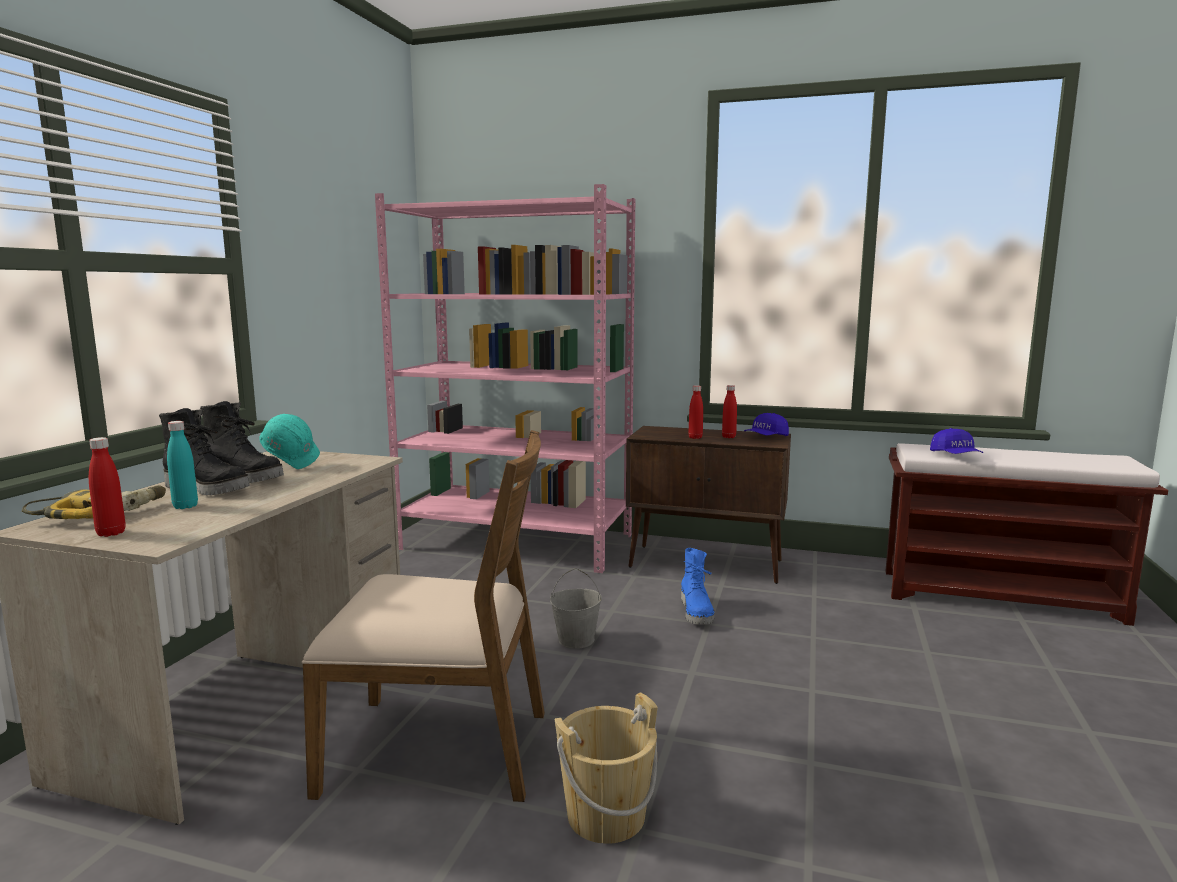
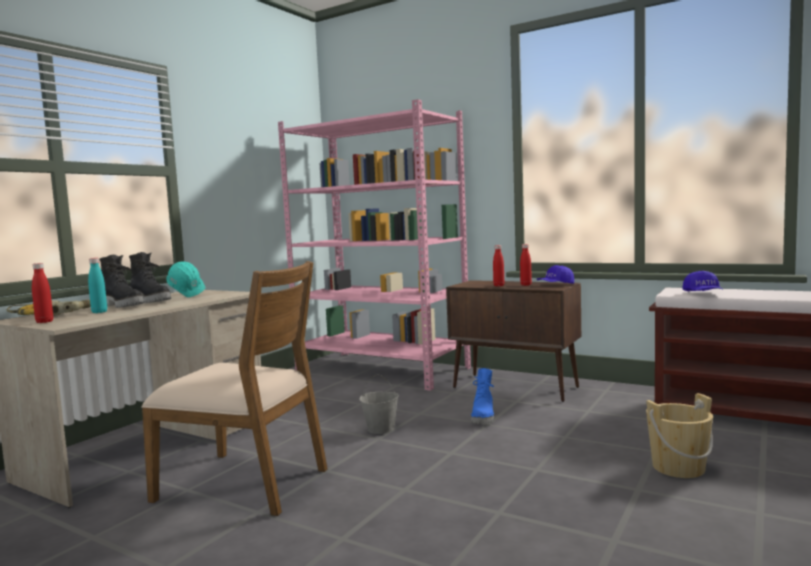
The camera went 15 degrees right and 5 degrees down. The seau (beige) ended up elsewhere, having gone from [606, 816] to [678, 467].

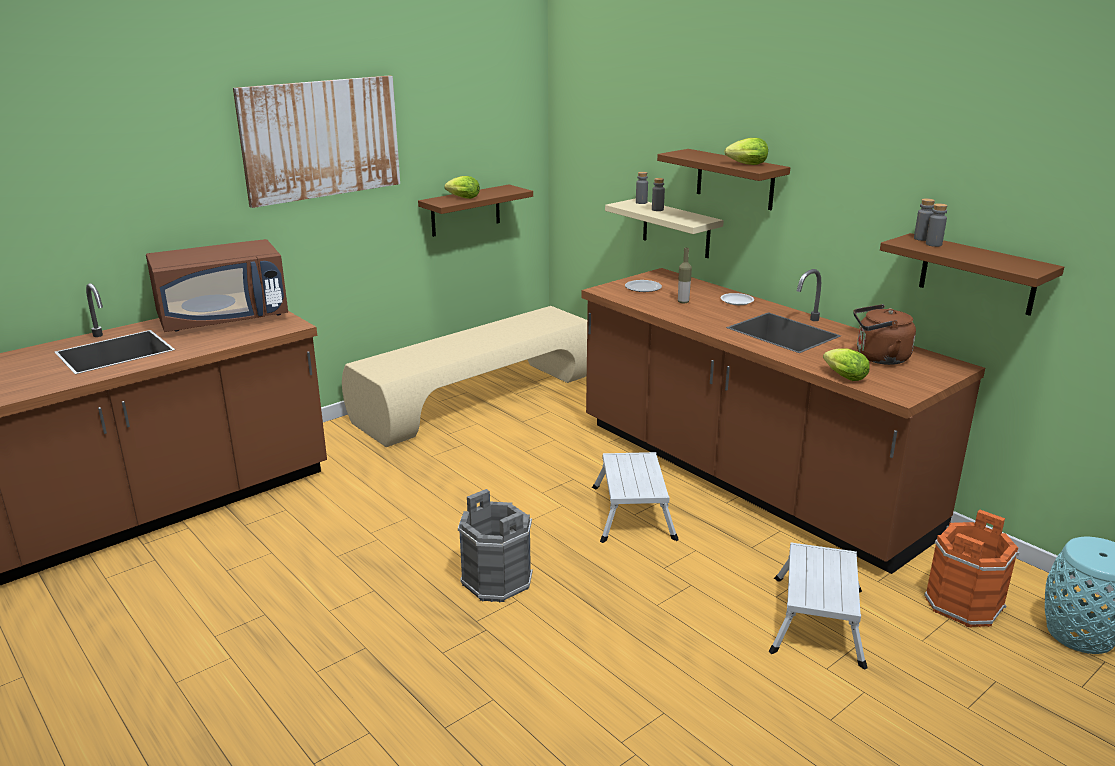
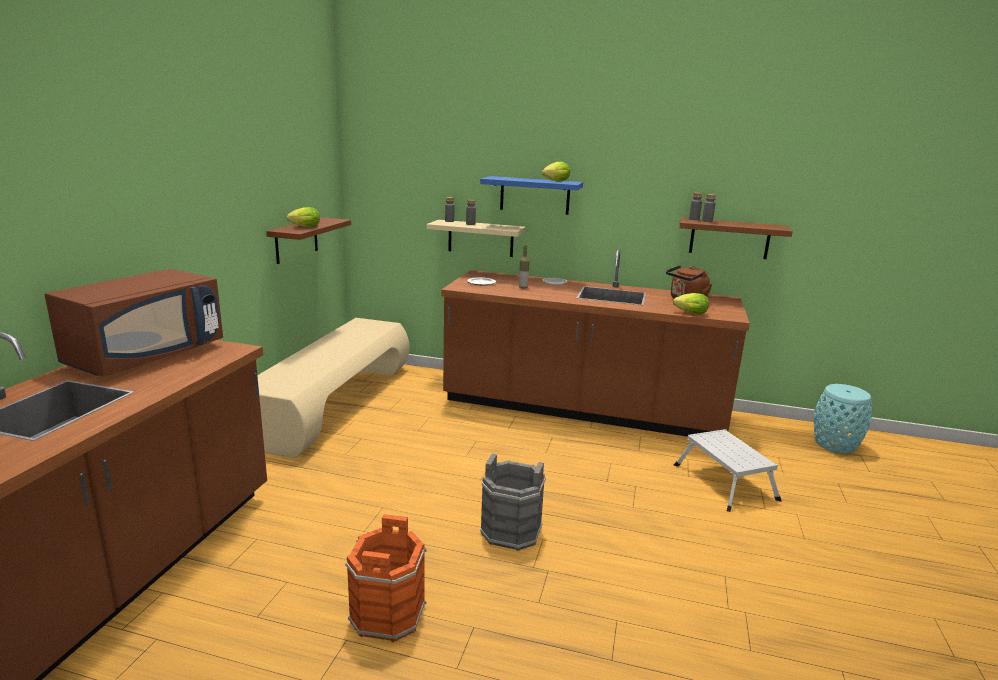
The camera went 35 degrees left and 5 degrees down. The second view lost the tableau at [321, 139]. The second view lost the escabeau (blanc) at [633, 513]. The seau (orange) ended up elsewhere, having gone from [962, 604] to [387, 614]. What was the étagère (marron) at [735, 179] turned into the étagère (bleu) at [534, 195].

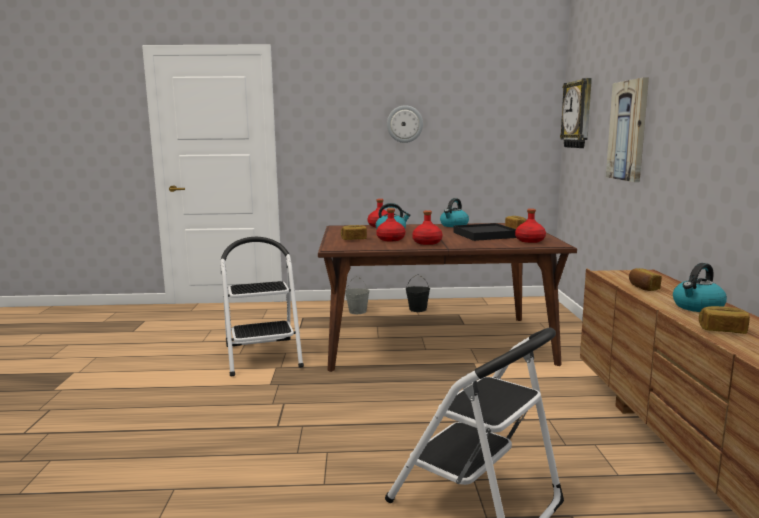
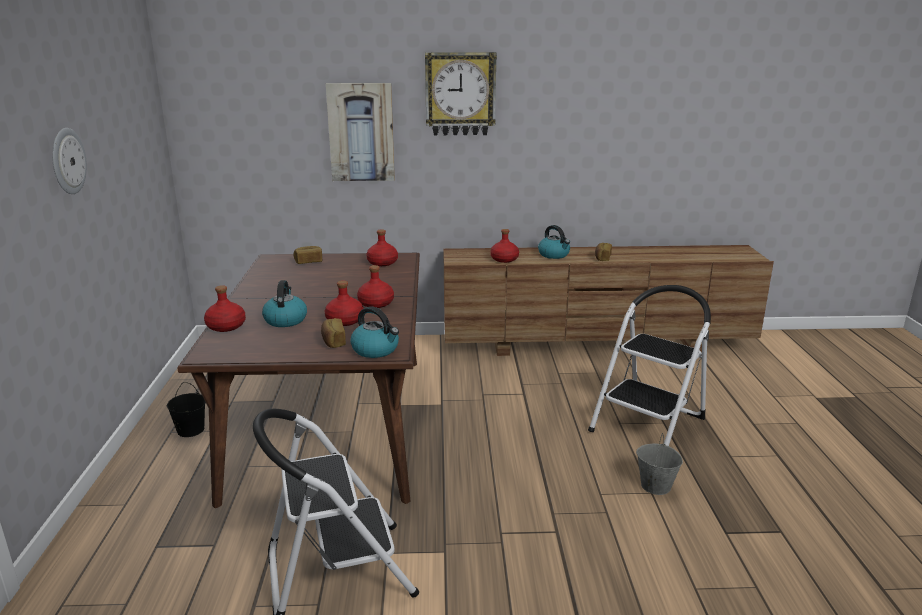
The camera went 90 degrees left and 10 degrees up. The second view lost the plateau (noir) at [484, 235]. The seau (gris) ended up elsewhere, having gone from [357, 311] to [655, 486]. The bouilloire ended up elsewhere, having gone from [454, 225] to [376, 350]. The horloge murale ended up elsewhere, having gone from [578, 114] to [460, 94]. Where the pain stood at [642, 287], the bouteille (rouge) came to stand at [504, 259].

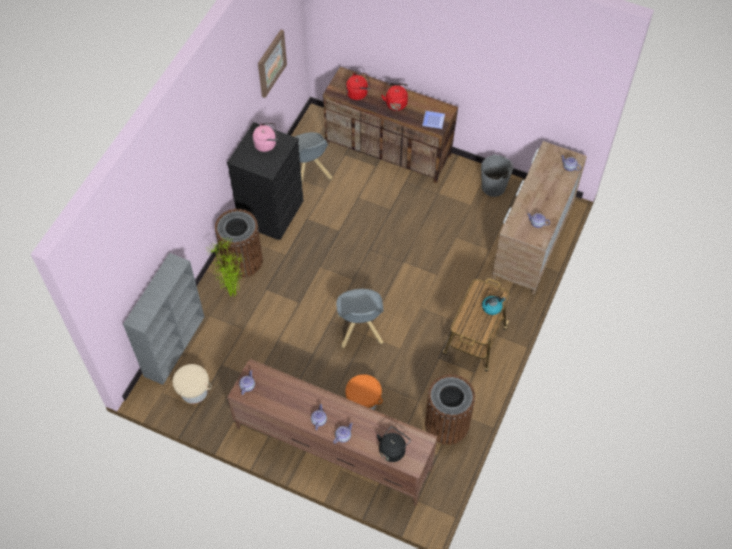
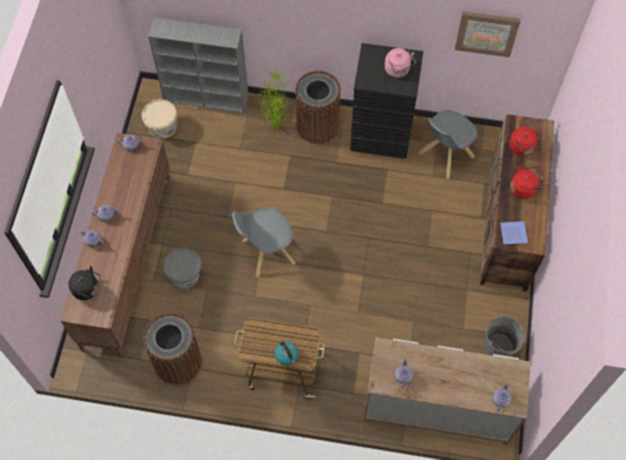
The camera went 75 degrees right and 5 degrees up. What was the seau (orange) at [363, 401] turned into the seau (gris) at [185, 276].

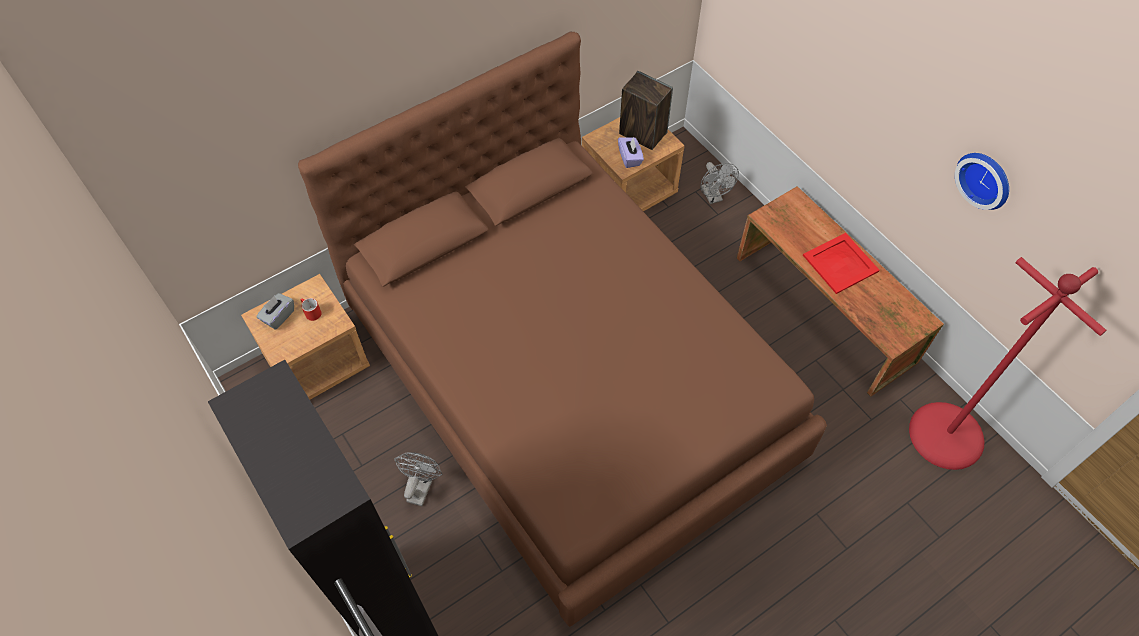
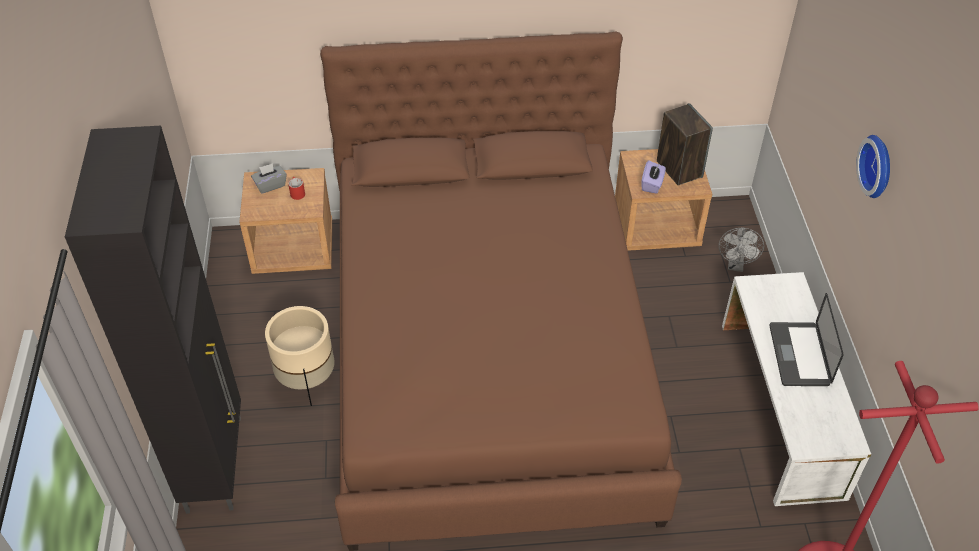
The camera went 30 degrees right and 10 degrees down. The horloge murale ended up elsewhere, having gone from [985, 178] to [879, 166]. Where the ventilateur (gris) stood at [421, 487], the cache-pot (beige) came to stand at [307, 380]. Where the plateau (rouge) stood at [841, 263], the ordinateur portable came to stand at [799, 355]. What was the banc (marron) at [826, 308] turned into the banc (blanc) at [783, 409].

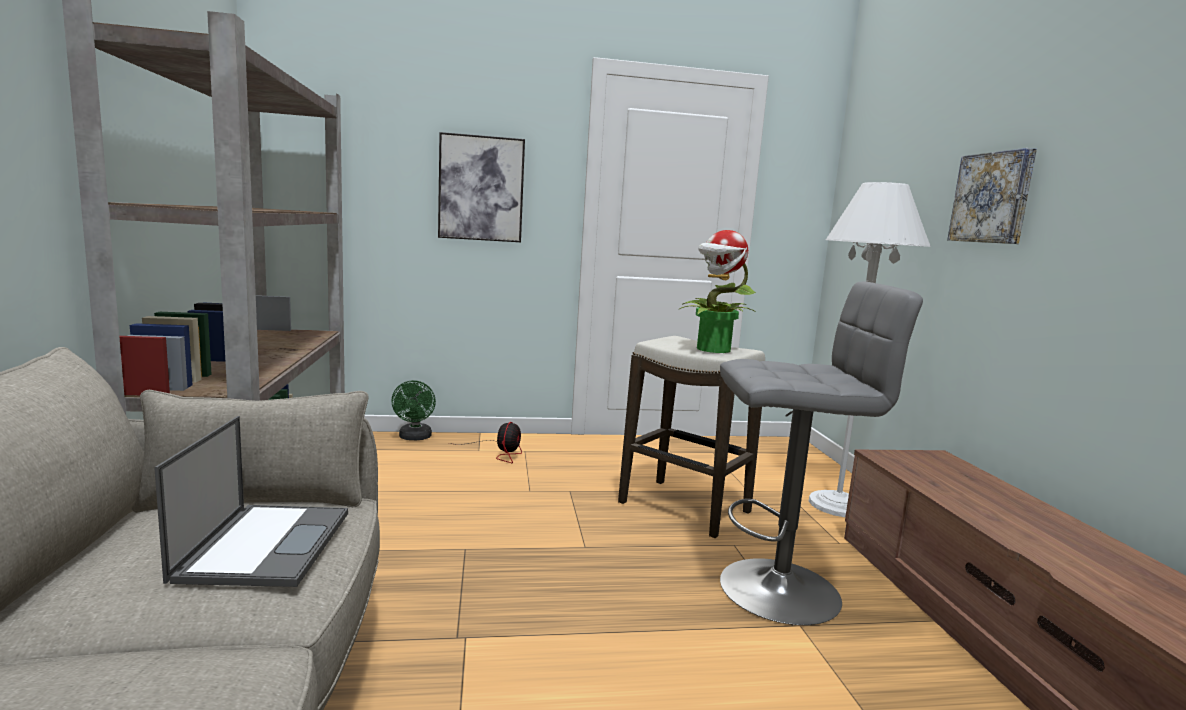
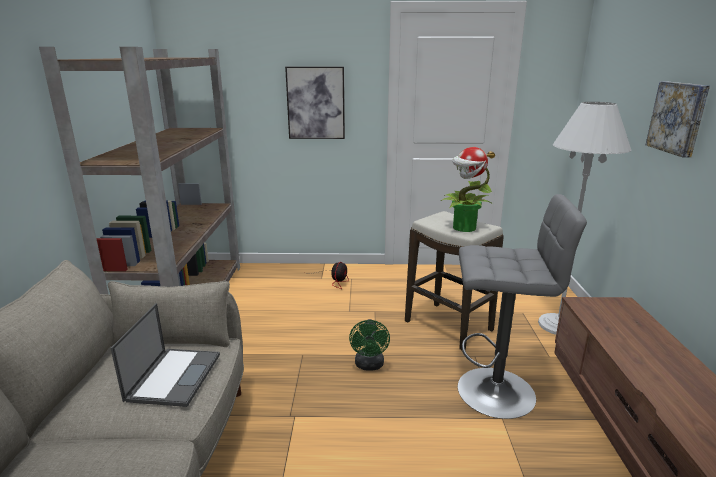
The camera went 10 degrees right and 10 degrees up. The ventilateur (vert) ended up elsewhere, having gone from [414, 438] to [369, 365].

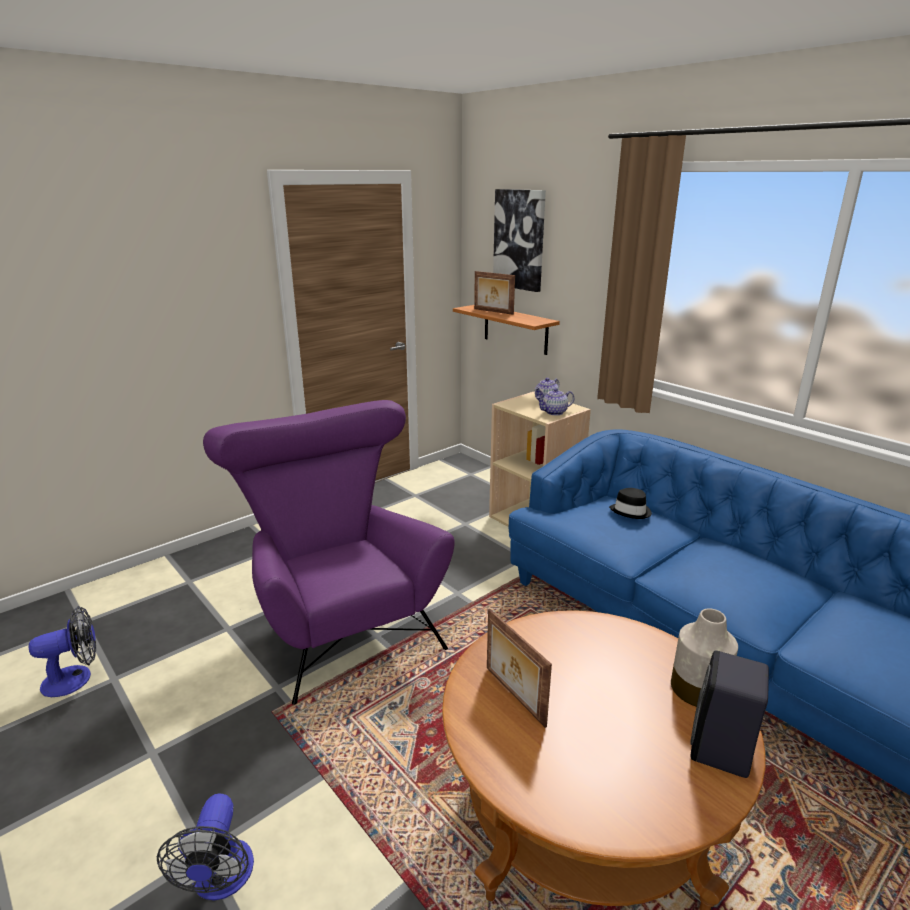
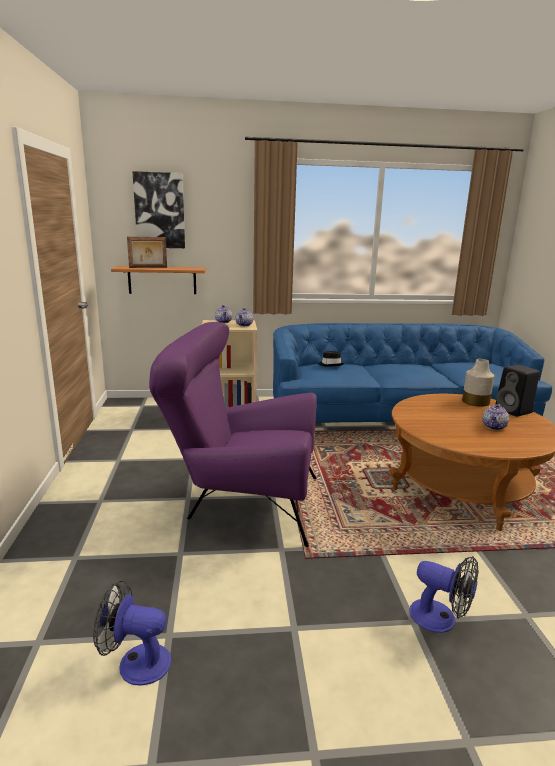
The camera went 55 degrees left and 5 degrees down. The second view lost the cadre photo at [513, 696]. The second view gained the théière at [494, 427]. The ventilateur at [76, 678] ended up facing another way, 90 degrees counterclockwise from before.

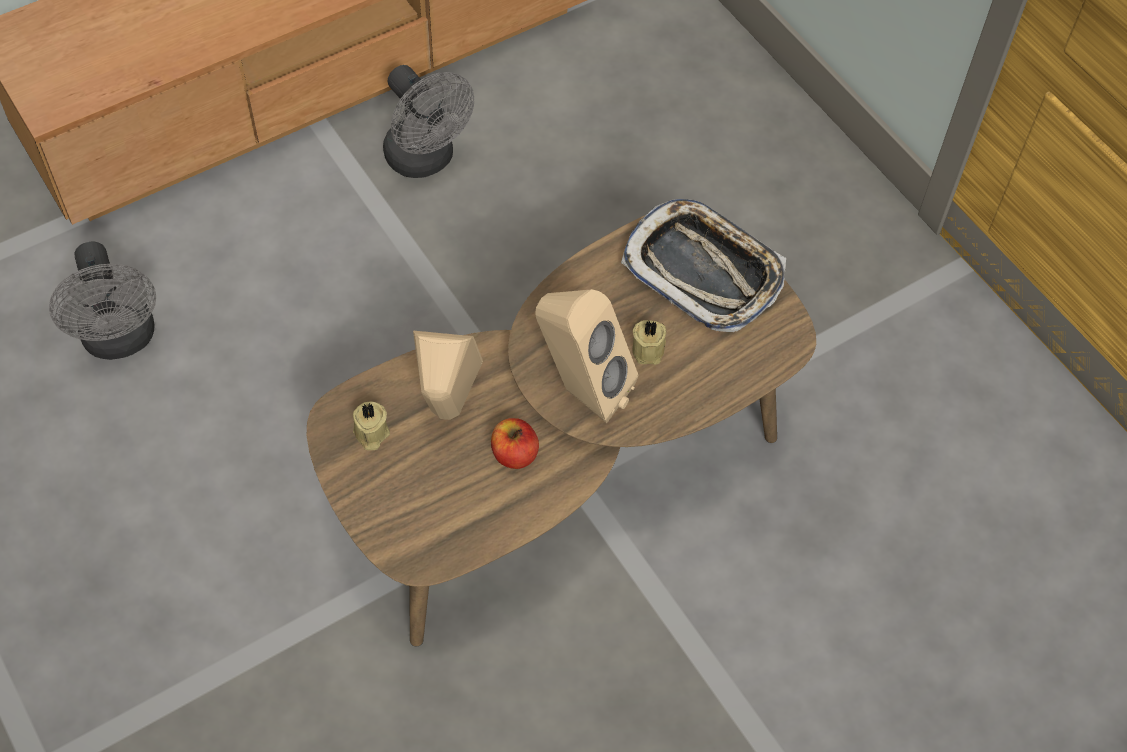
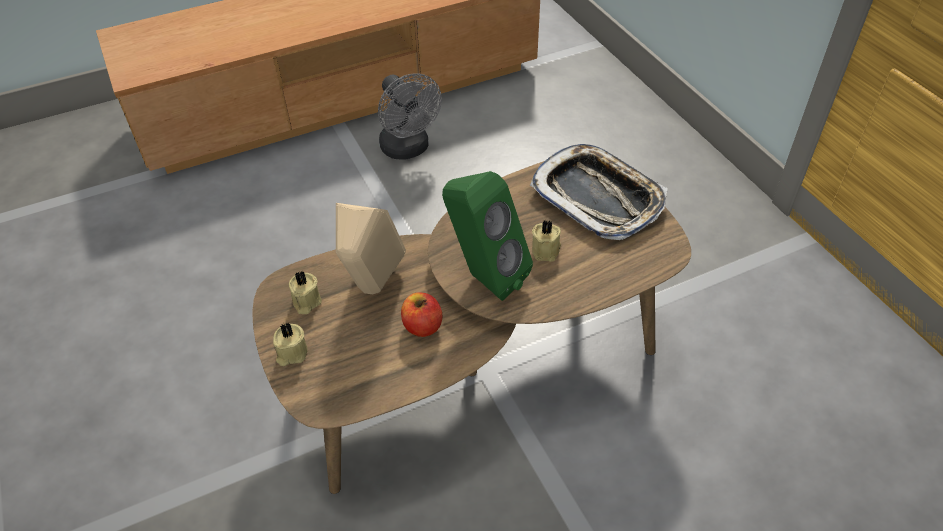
The camera went 10 degrees right and 10 degrees down. The second view lost the ventilateur (gris) at [121, 340]. The second view gained the bougie (beige) at [291, 353]. What was the enceinte (beige) at [580, 391] turned into the enceinte (vert) at [484, 277].

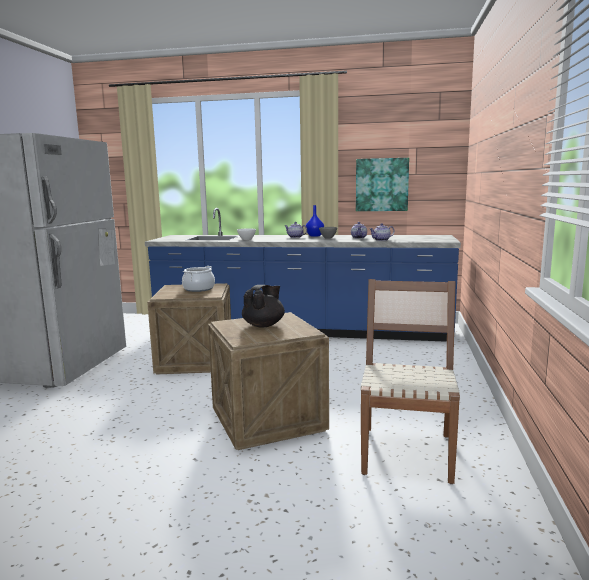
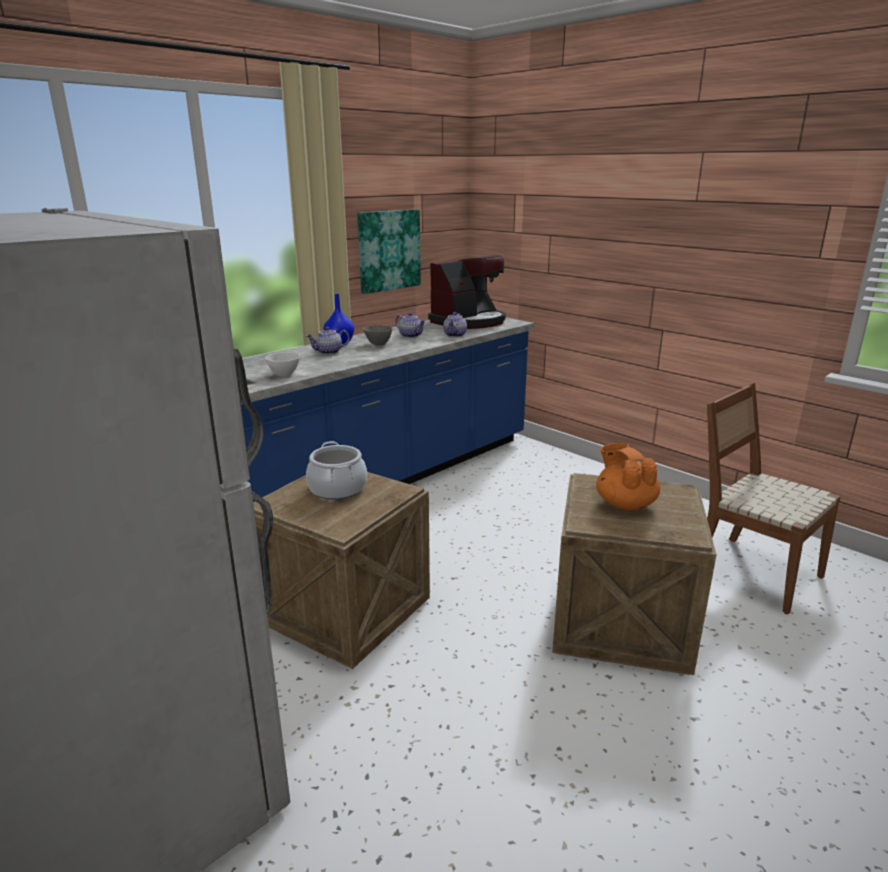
The camera went 55 degrees left and 10 degrees up. The second view gained the machine à café at [469, 322]. What was the théière (noir) at [264, 325] turned into the théière (orange) at [624, 504].

